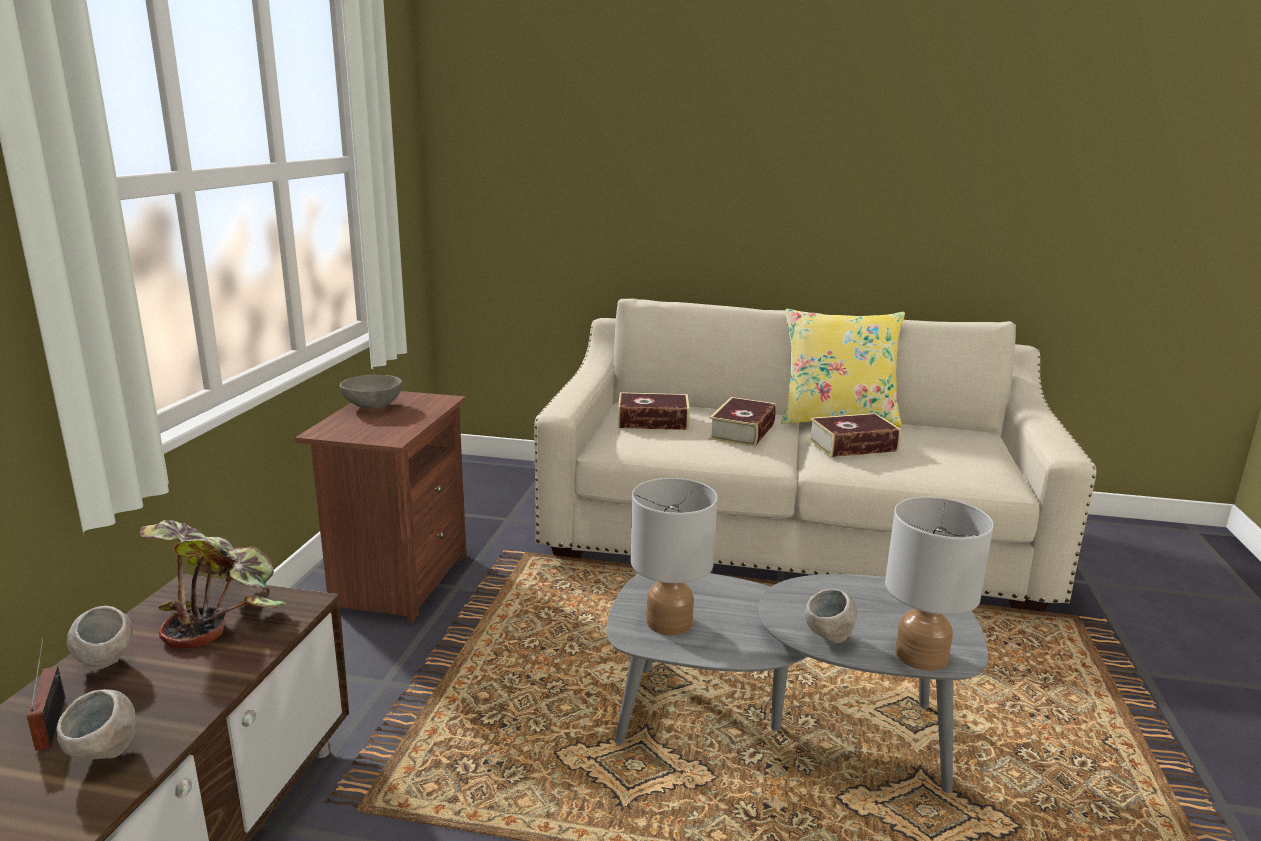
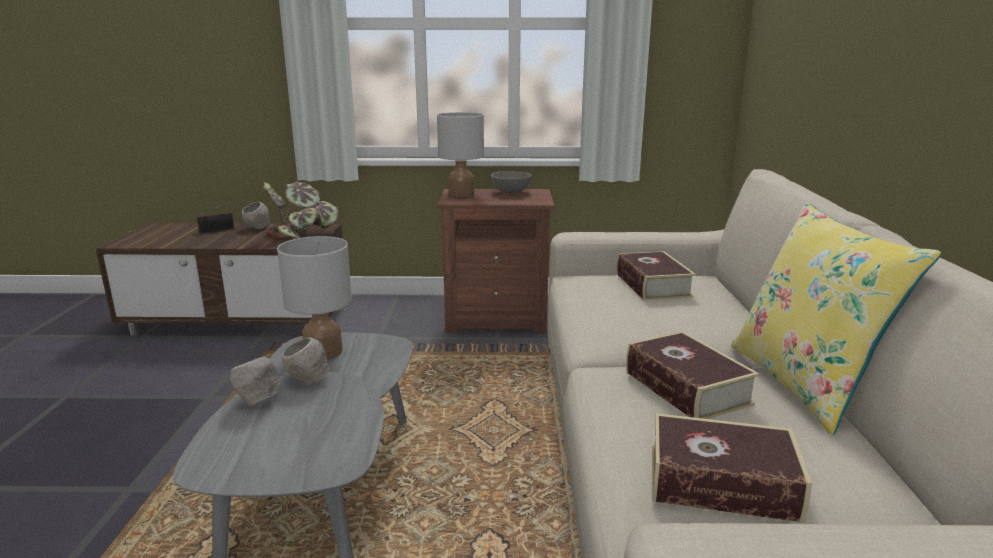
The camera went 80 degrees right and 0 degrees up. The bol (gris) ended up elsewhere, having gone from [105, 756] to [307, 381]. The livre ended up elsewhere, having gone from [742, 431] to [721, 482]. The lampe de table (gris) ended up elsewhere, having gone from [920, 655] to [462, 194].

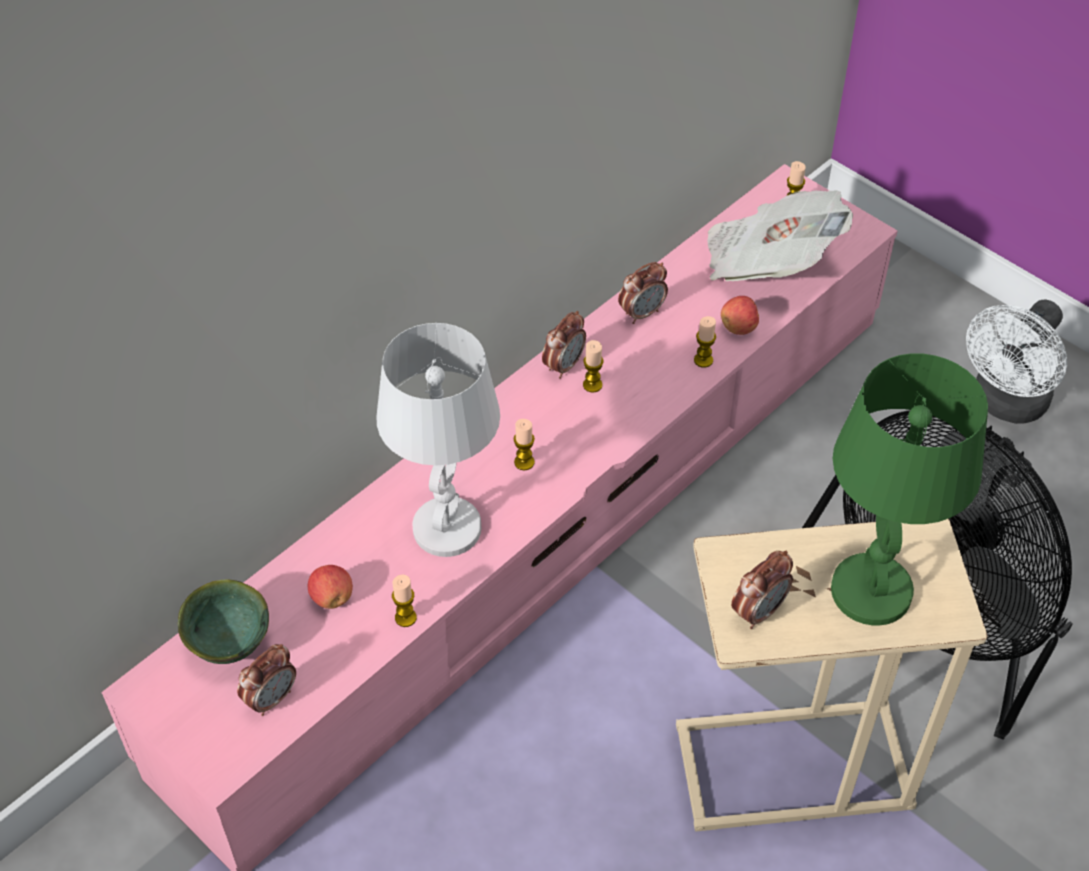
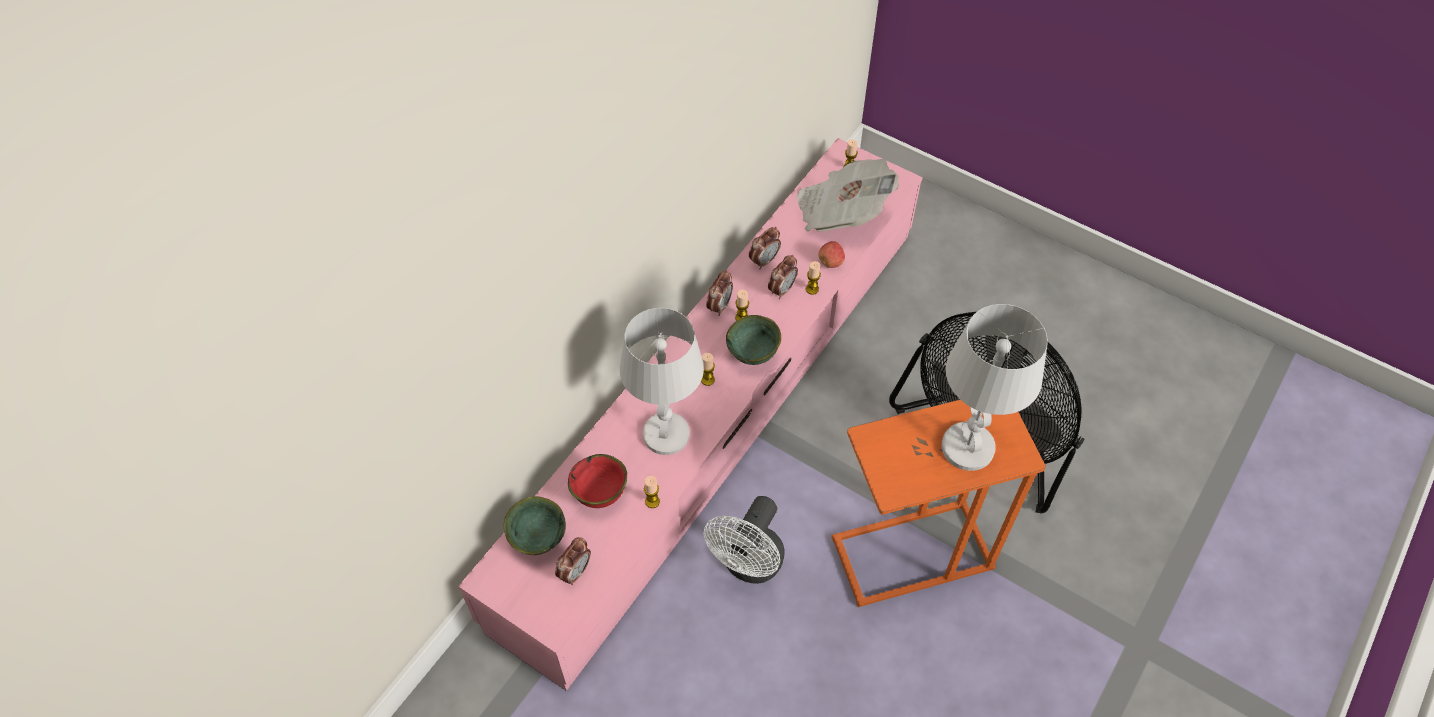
The camera went 10 degrees left and 5 degrees up. The second view gained the bol (vert) at [754, 355]. The réveil ended up elsewhere, having gone from [758, 611] to [782, 290]. The ventilateur (blanc) ended up elsewhere, having gone from [1005, 404] to [749, 565]. Where the pomme stood at [332, 597], the bol (rouge) came to stand at [599, 495]. What was the table d'appoint (beige) at [794, 764] turned into the table d'appoint (orange) at [913, 552]. What was the lampe de table (vert) at [872, 592] turned into the lampe de table (blanc) at [968, 448].

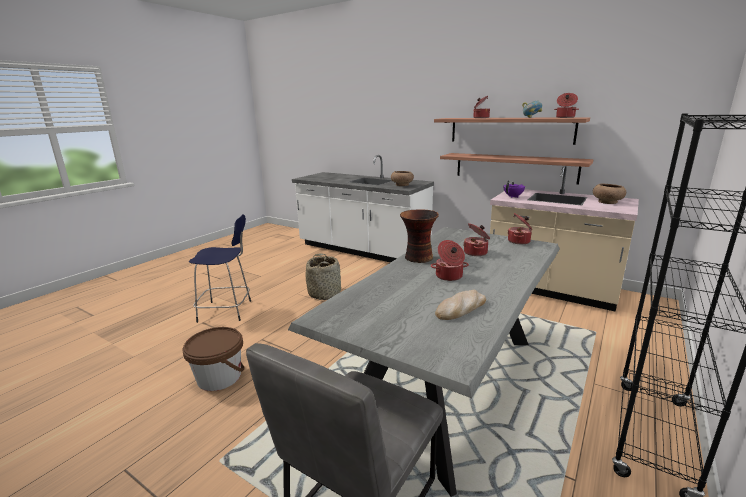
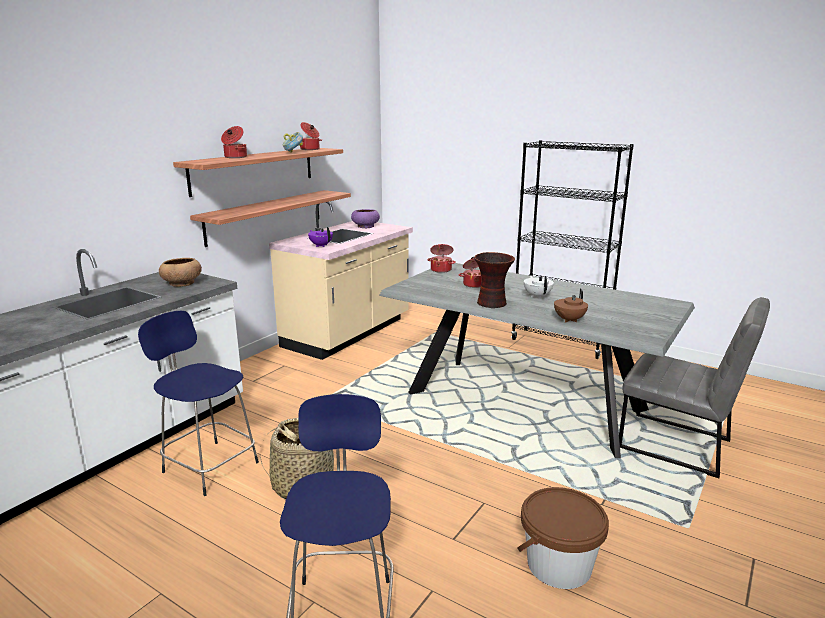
The camera went 90 degrees left and 0 degrees up. The second view lost the pain at [461, 308]. The second view gained the tabouret (bleu) at [208, 466]. The second view gained the théière (marron) at [568, 320]. Where the marmite stood at [449, 276], the théière (blanc) came to stand at [537, 296]. What was the bol (marron) at [607, 202] turned into the bol (violet) at [365, 226].

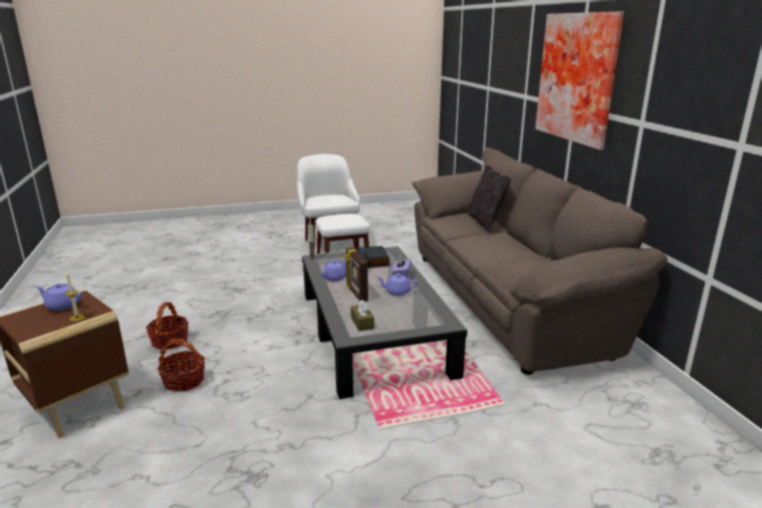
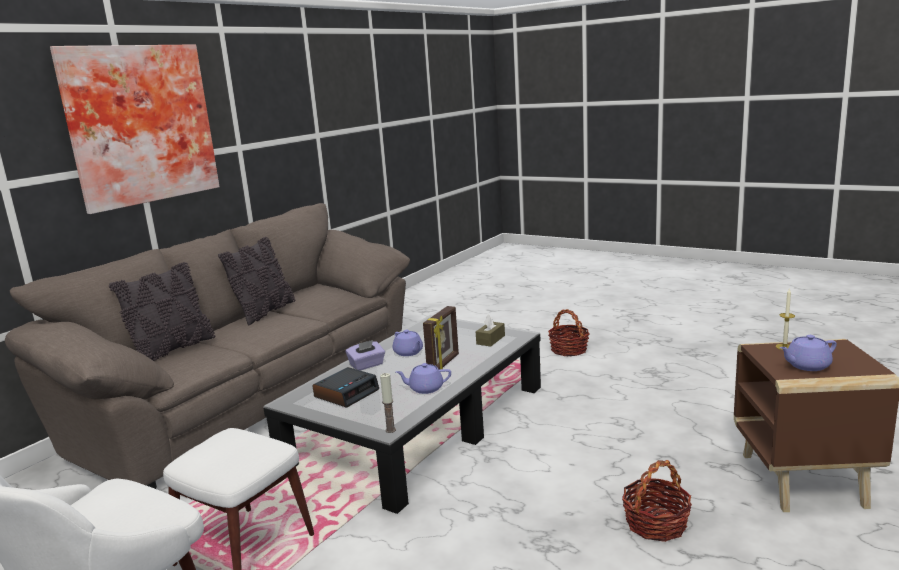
The camera went 130 degrees left and 5 degrees down. The second view gained the coussin (noir) at [264, 312]. The panier ended up elsewhere, having gone from [184, 381] to [568, 350]. The théière (violet) at [62, 306] ended up facing another way, 105 degrees clockwise from before.

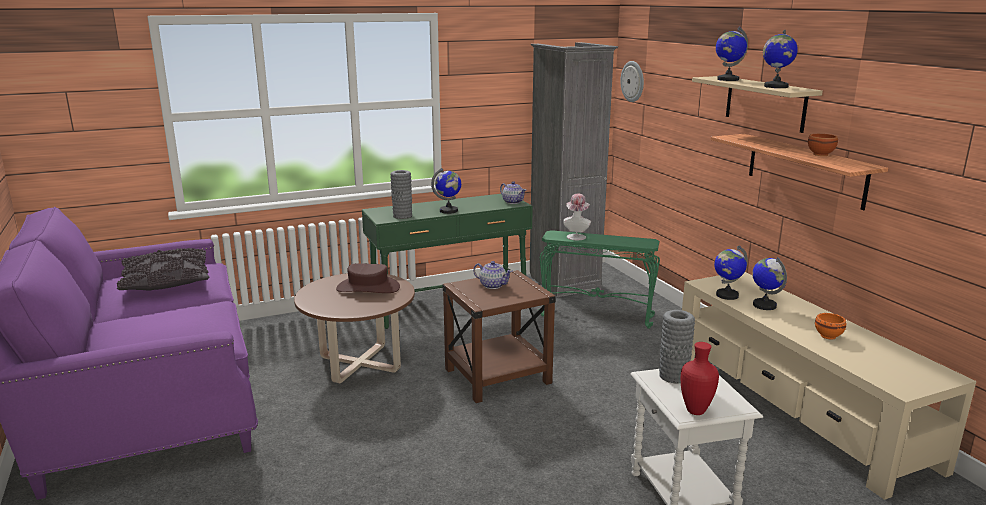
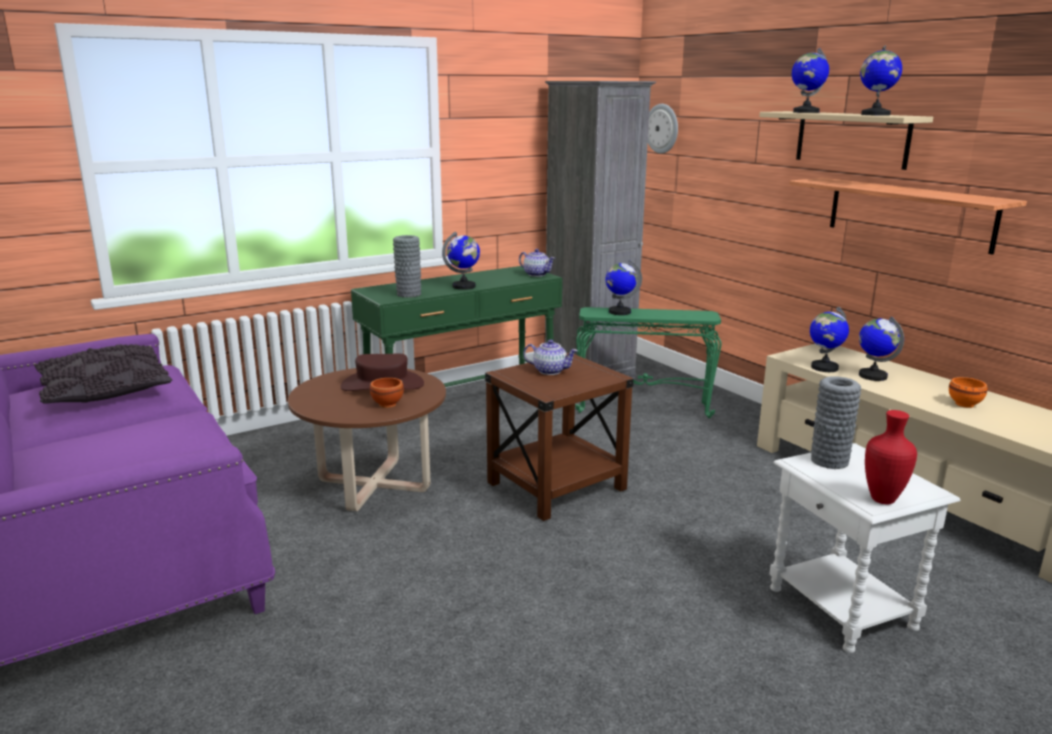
The camera went 10 degrees left and 0 degrees up. The bol (marron) ended up elsewhere, having gone from [820, 154] to [388, 404]. Where the chapeau stood at [576, 236], the globe came to stand at [619, 312].

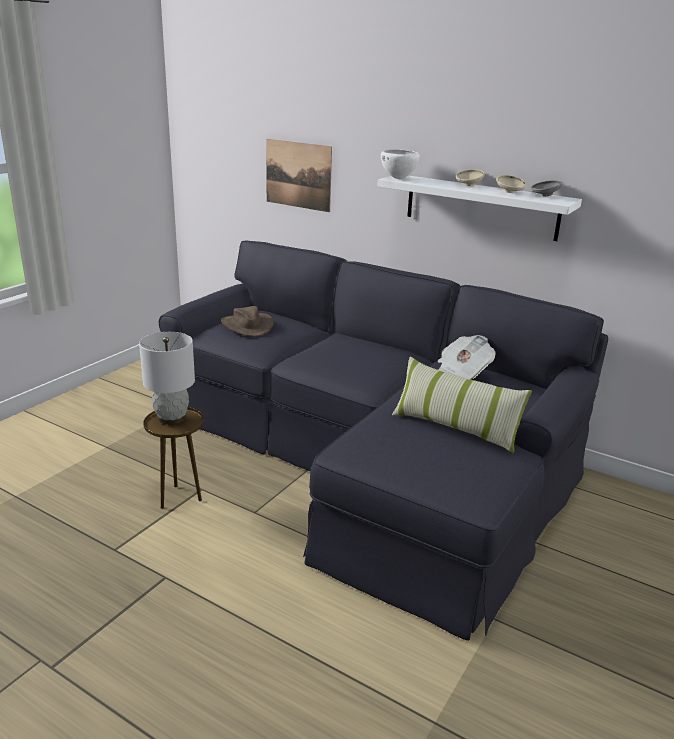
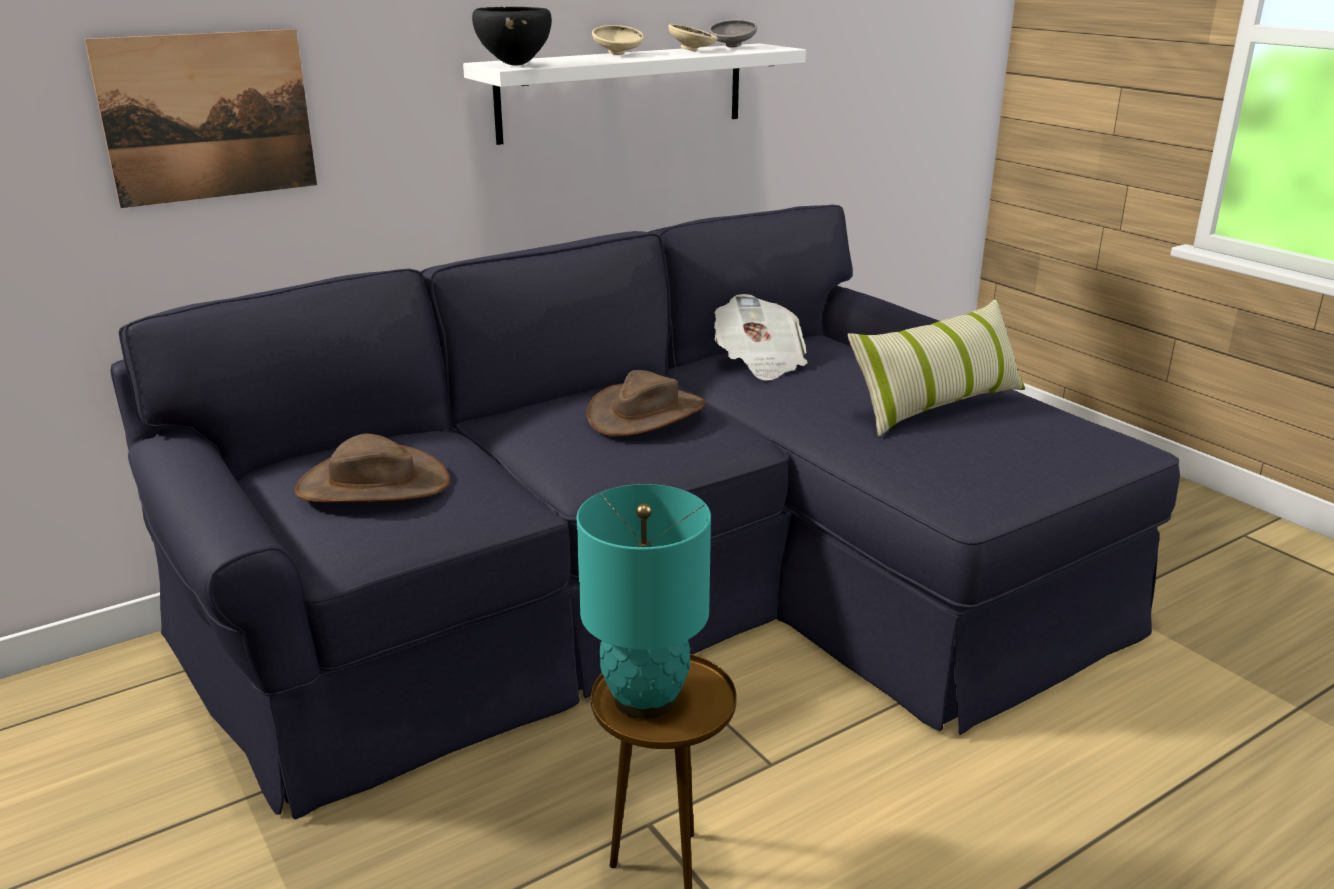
The camera went 65 degrees left and 0 degrees up. The second view gained the chapeau (marron) at [646, 413]. What was the lampe de table (blanc) at [172, 418] turned into the lampe de table (turquoise) at [645, 698]. What was the bol (blanc) at [398, 178] turned into the bol (noir) at [515, 65].

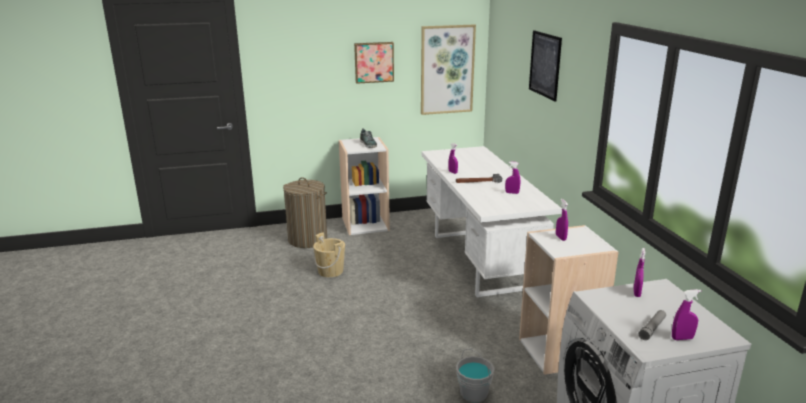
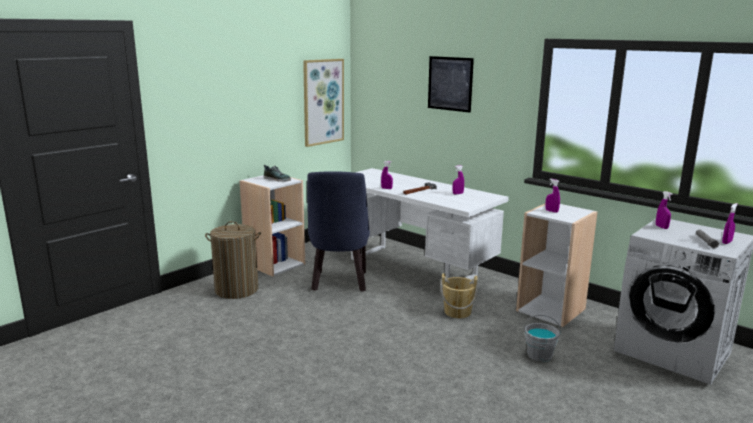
The camera went 35 degrees left and 5 degrees down. The second view lost the tableau at [374, 62]. The second view gained the chaise (bleu) at [340, 283]. The seau (beige) ended up elsewhere, having gone from [330, 271] to [457, 312].

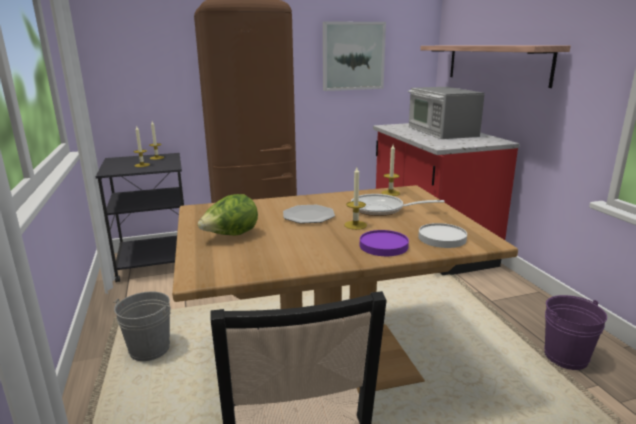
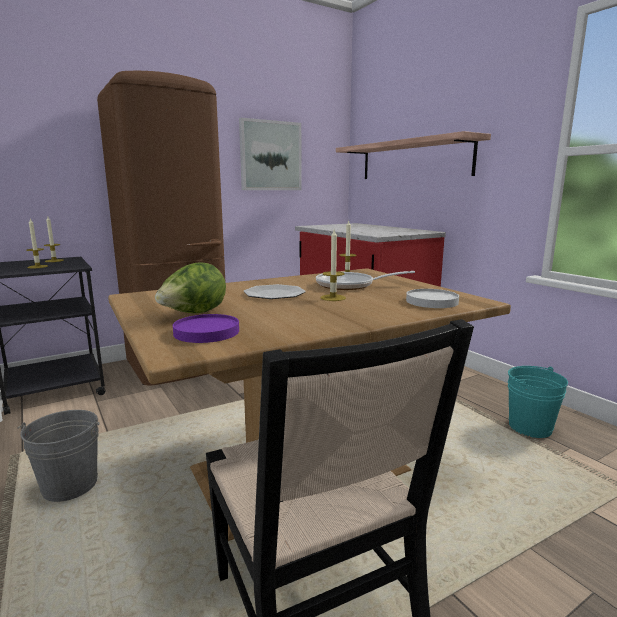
The camera went 15 degrees left and 5 degrees down. The second view lost the micro-ondes at [440, 131]. The assiette (violet) ended up elsewhere, having gone from [383, 246] to [206, 332]. What was the seau (violet) at [566, 357] turned into the seau (turquoise) at [530, 427].

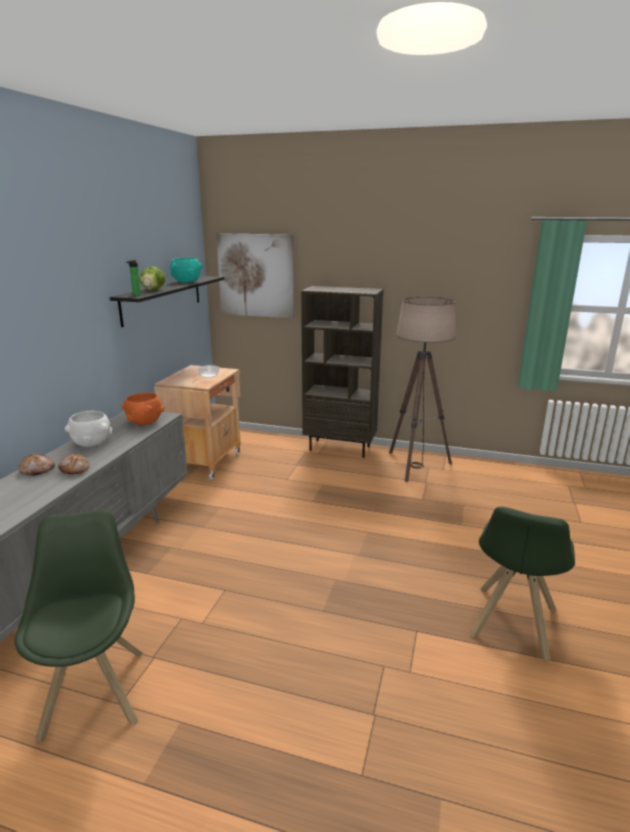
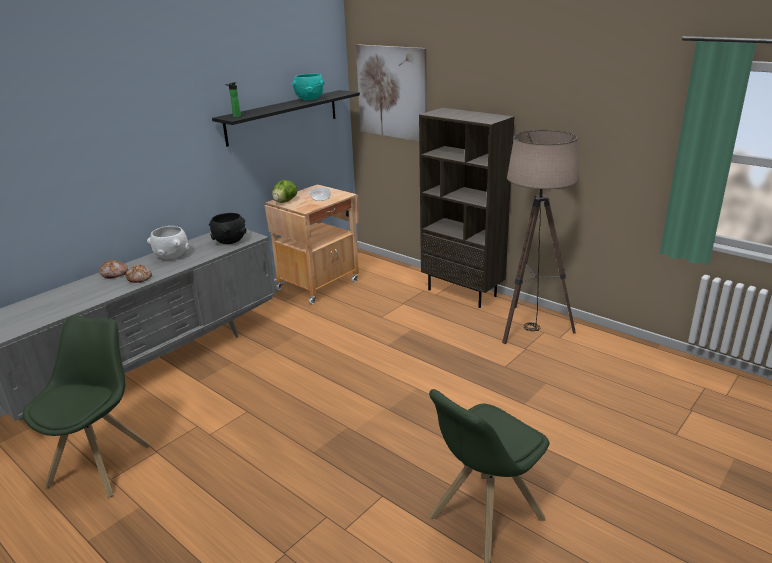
The camera went 25 degrees right and 5 degrees up. The laitue ended up elsewhere, having gone from [153, 290] to [284, 202]. What was the bol (orange) at [145, 422] turned into the bol (noir) at [230, 241].

